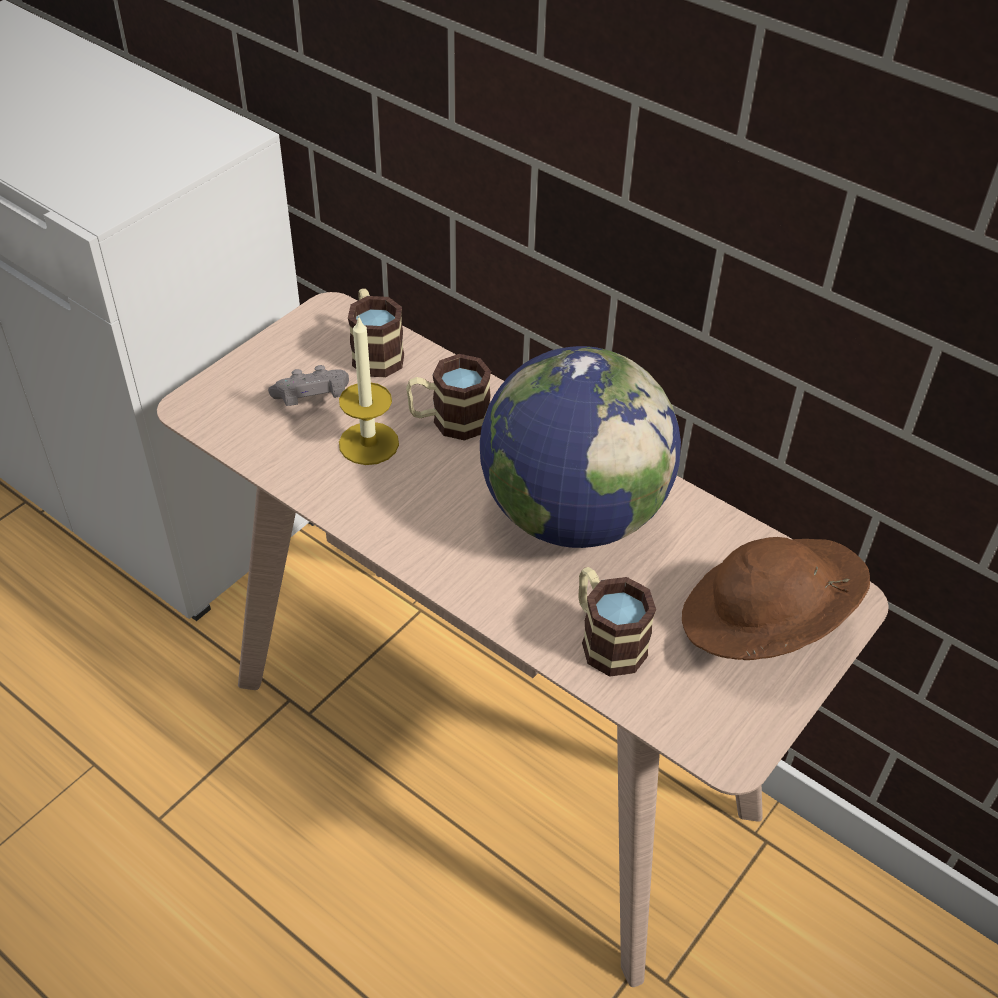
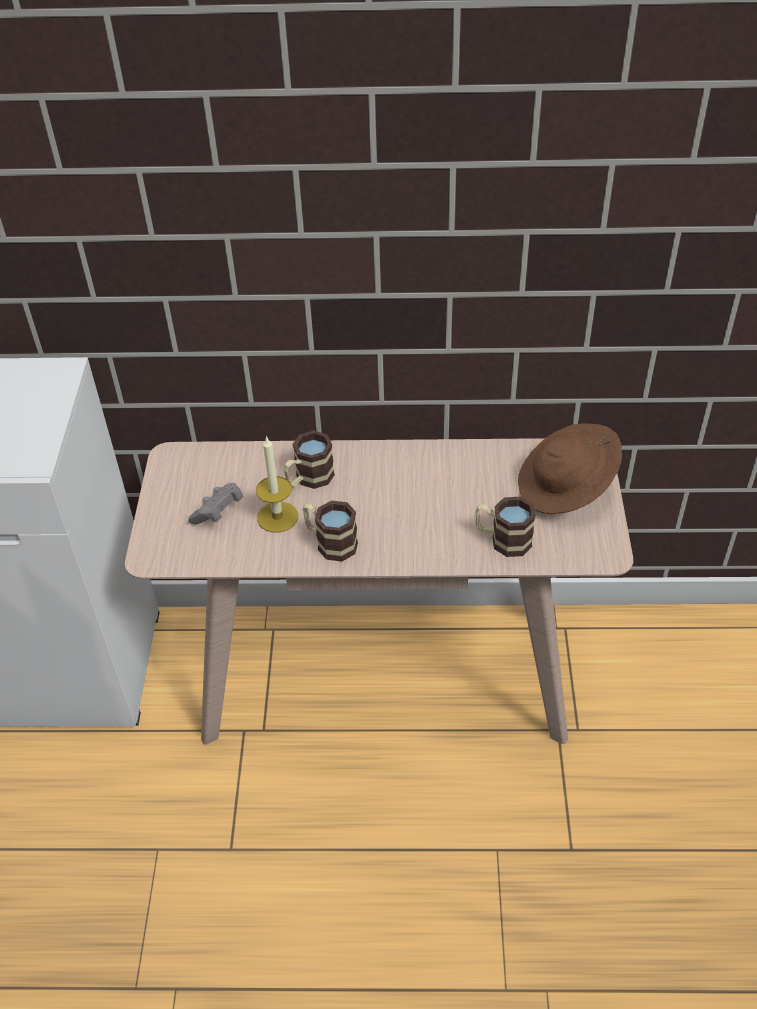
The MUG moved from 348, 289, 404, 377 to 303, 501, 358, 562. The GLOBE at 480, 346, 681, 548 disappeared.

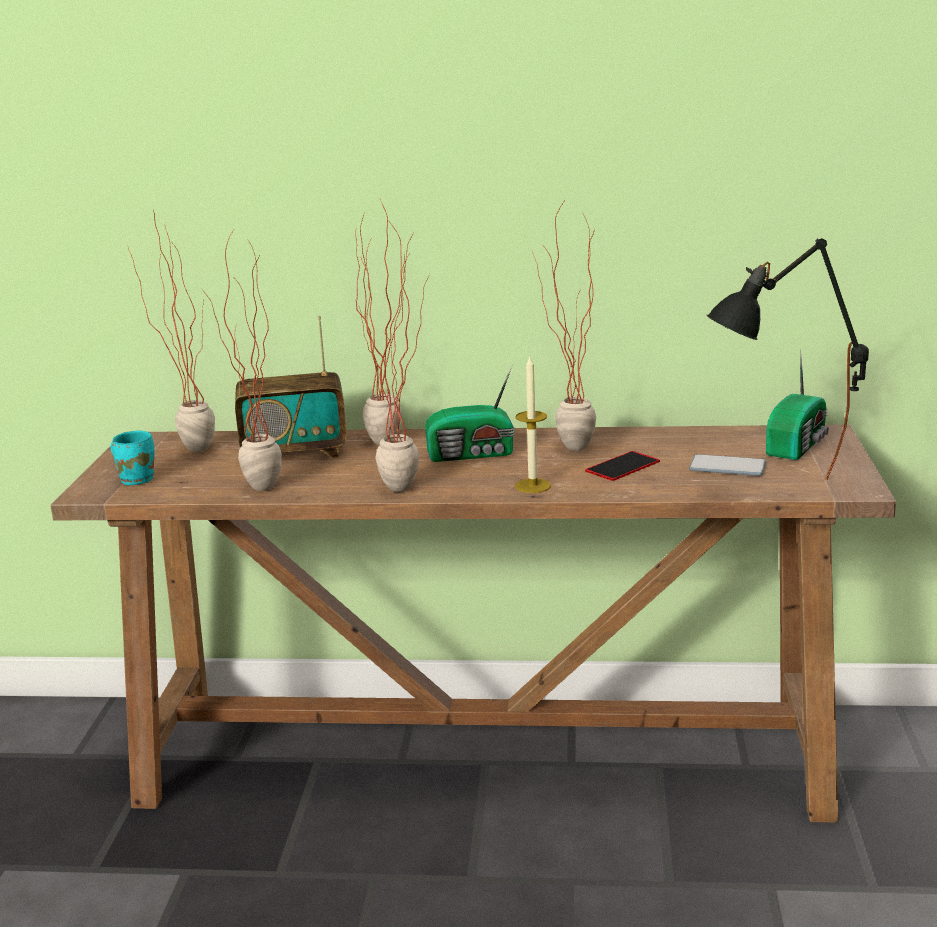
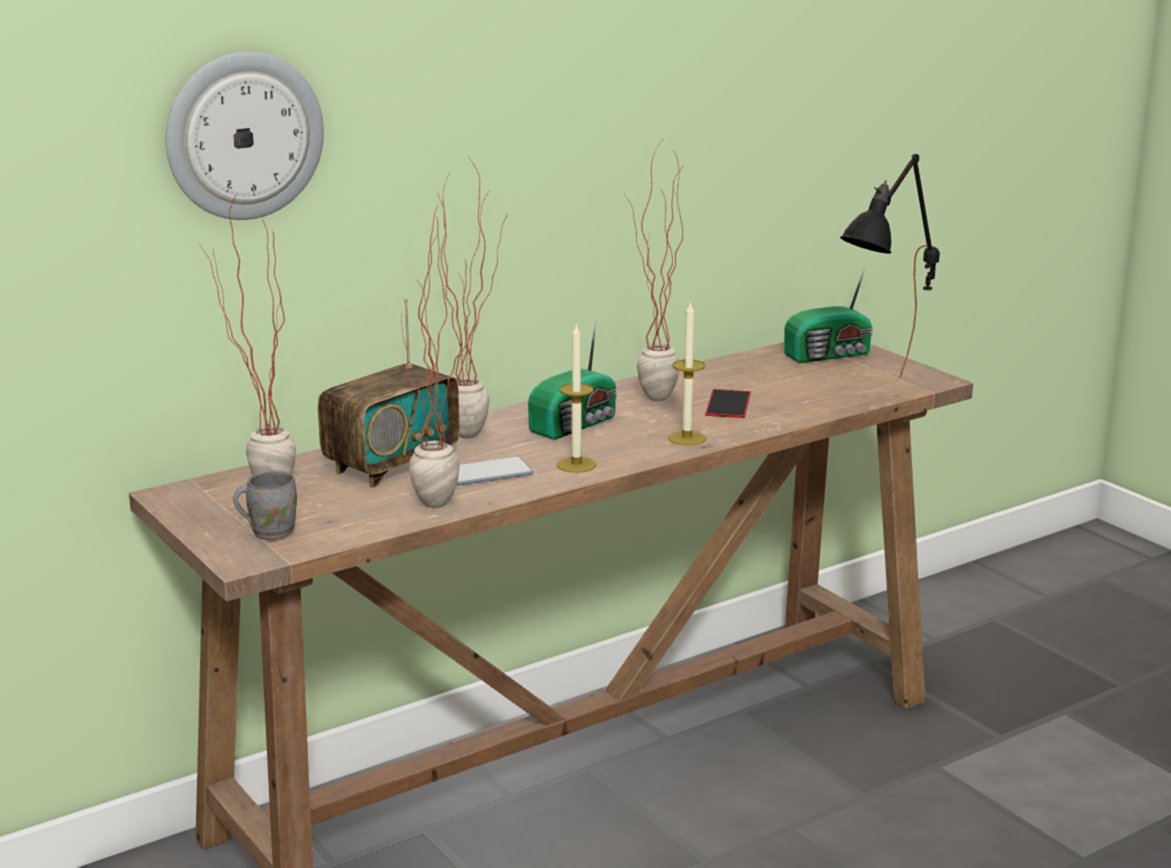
The TURQUOISE MUG at 110, 431, 155, 485 became the GREY MUG at 233, 470, 297, 540. The POTTED PLANT at 361, 223, 430, 492 was replaced by the CANDLE at 557, 323, 597, 473. The PHONE moved from 689, 454, 766, 476 to 456, 456, 533, 485. The RADIO at 766, 349, 829, 460 turned 75 degrees clockwise. The WALL CLOCK at 166, 52, 324, 220 appeared.

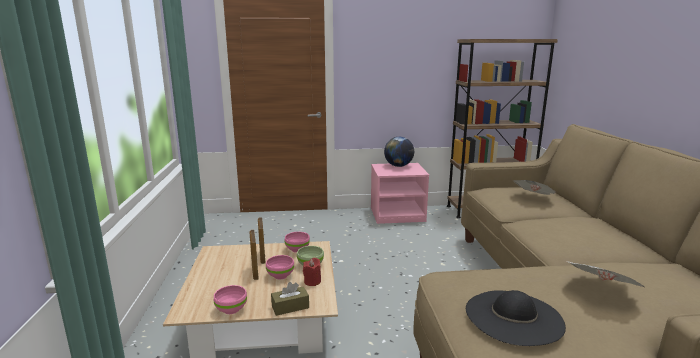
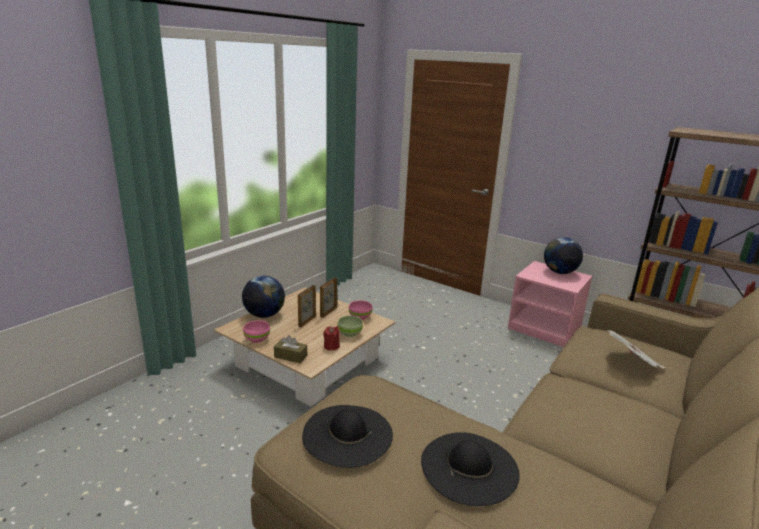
The PINK BOWL at 266, 255, 294, 280 disappeared. The NEWSPAPER at 567, 261, 645, 287 was replaced by the BLACK HAT at 421, 432, 520, 506. The GLOBE at 242, 276, 285, 318 appeared.

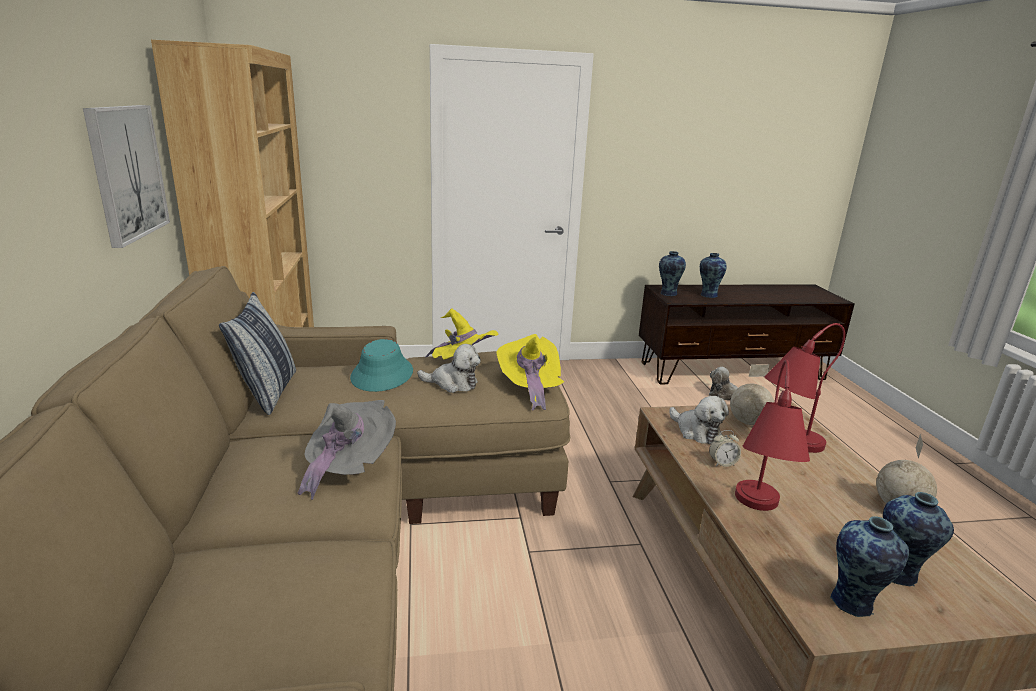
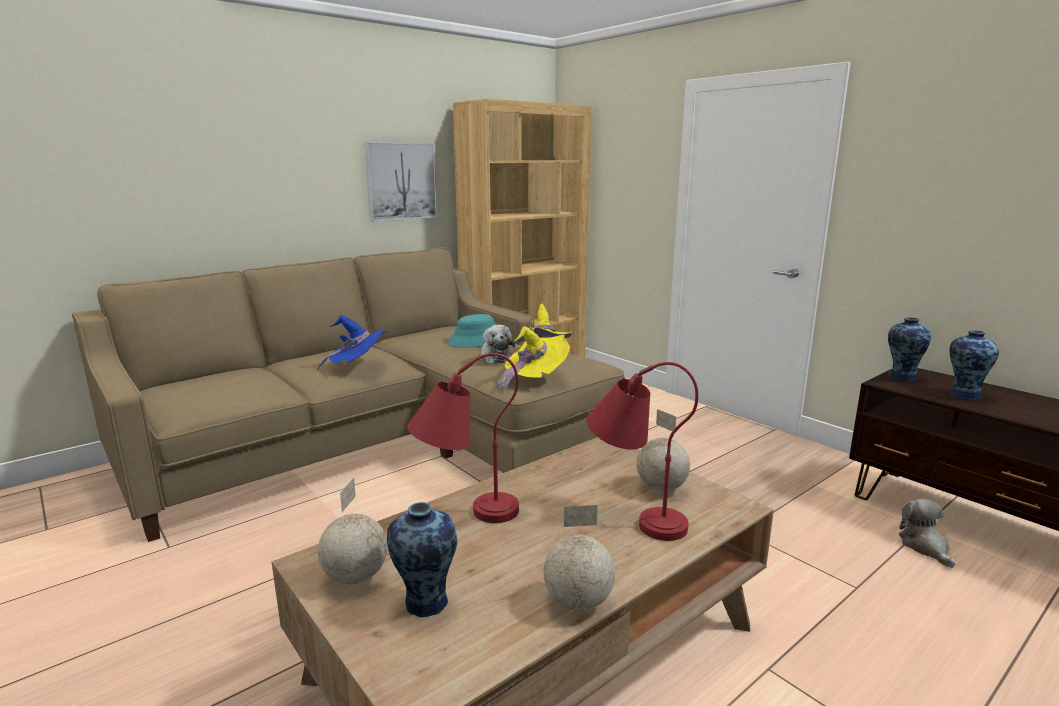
The PILLOW at 219, 292, 296, 415 disappeared. The GREY HAT at 298, 400, 396, 500 became the BLUE HAT at 317, 315, 387, 370. The PLUSH TOY at 669, 396, 729, 444 disappeared. The ALARM CLOCK at 709, 430, 741, 467 disappeared. The VASE at 830, 516, 909, 617 was replaced by the GLOBE at 318, 478, 388, 584.

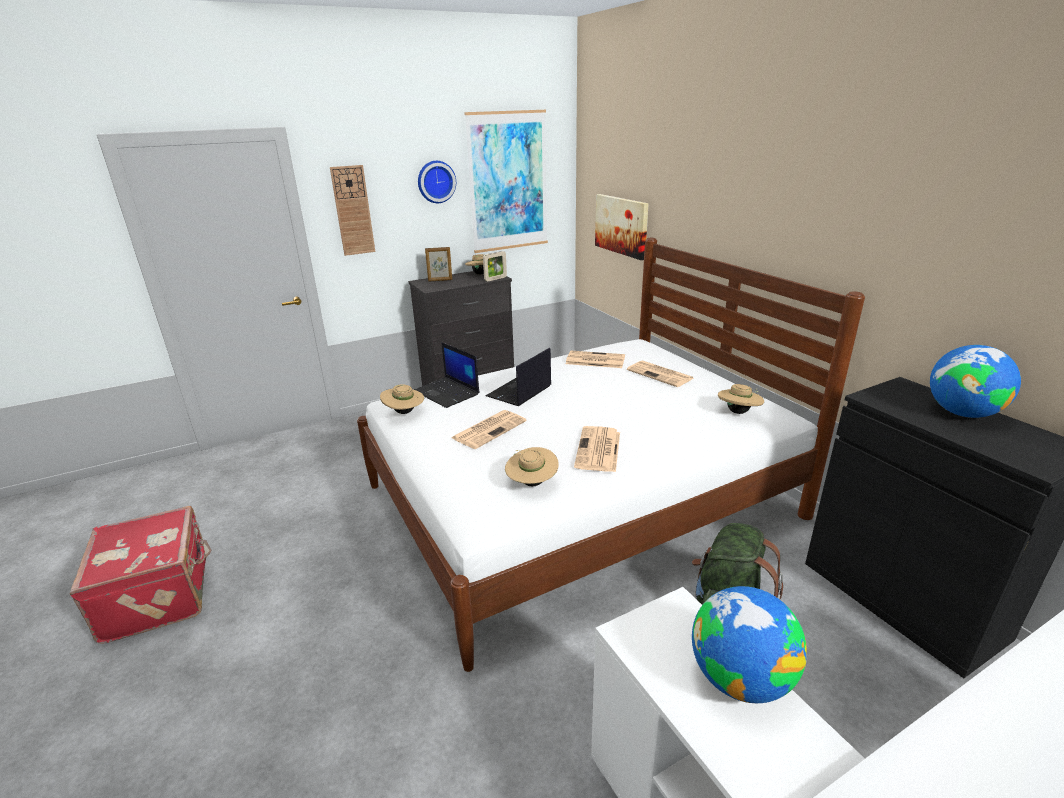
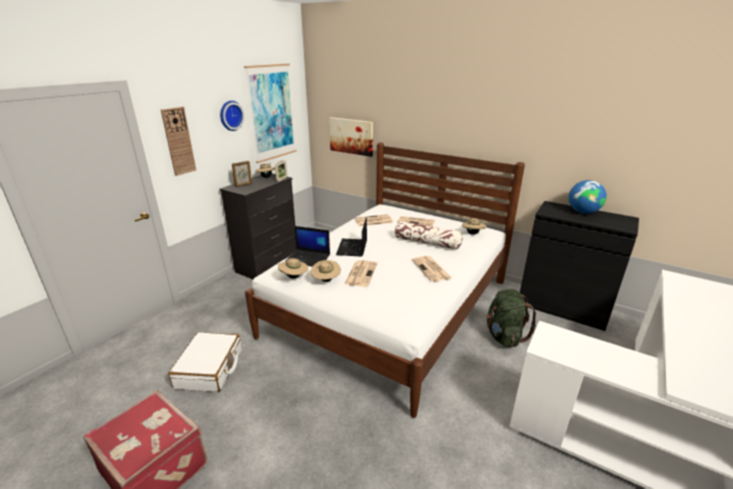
The BEIGE HAT moved from 505, 447, 559, 487 to 311, 260, 341, 282. The GLOBE at 692, 586, 807, 703 disappeared. The WHITE SUITCASE at 169, 332, 242, 392 appeared. The PILLOW at 395, 221, 462, 250 appeared.

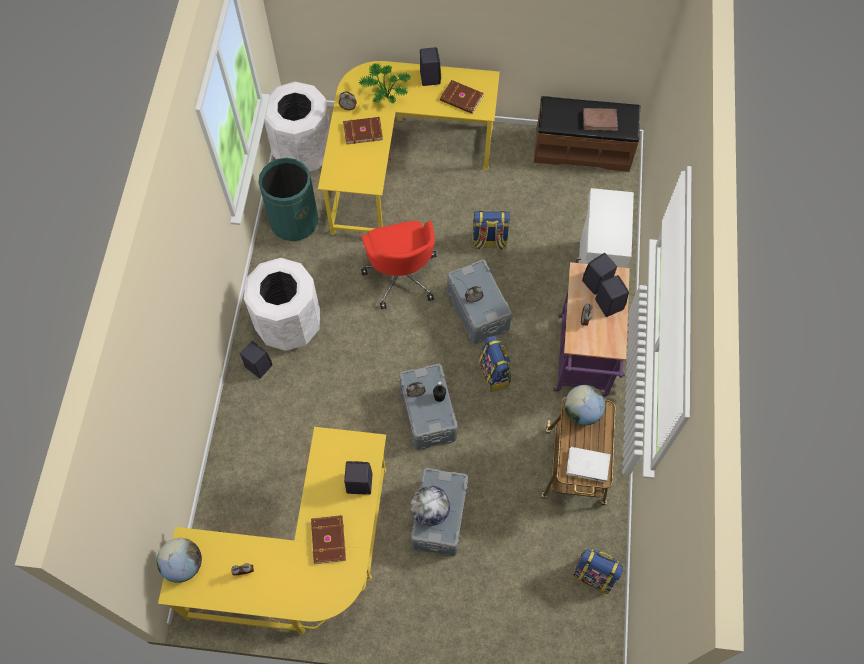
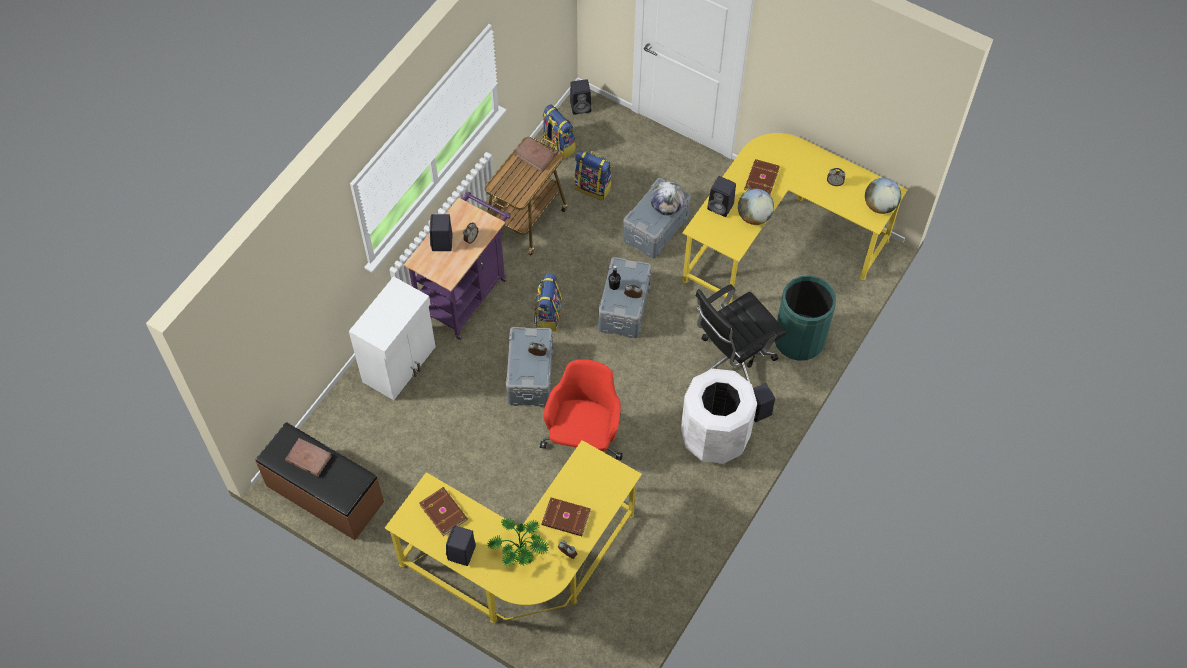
The GREEN TRASH CAN moved from 258, 158, 318, 241 to 775, 276, 836, 361. The WHITE TRASH CAN at 264, 81, 330, 172 disappeared. The BACKPACK moved from 472, 211, 510, 251 to 574, 150, 612, 200. The GLOBE moved from 564, 385, 605, 425 to 738, 189, 774, 225. The WHITE BOOK at 566, 447, 611, 482 became the BROWN BOOK at 514, 137, 556, 172. The BLACK SPEAKER moved from 582, 253, 617, 295 to 570, 79, 591, 115. The BLACK OFFICE CHAIR at 696, 284, 786, 382 appeared.

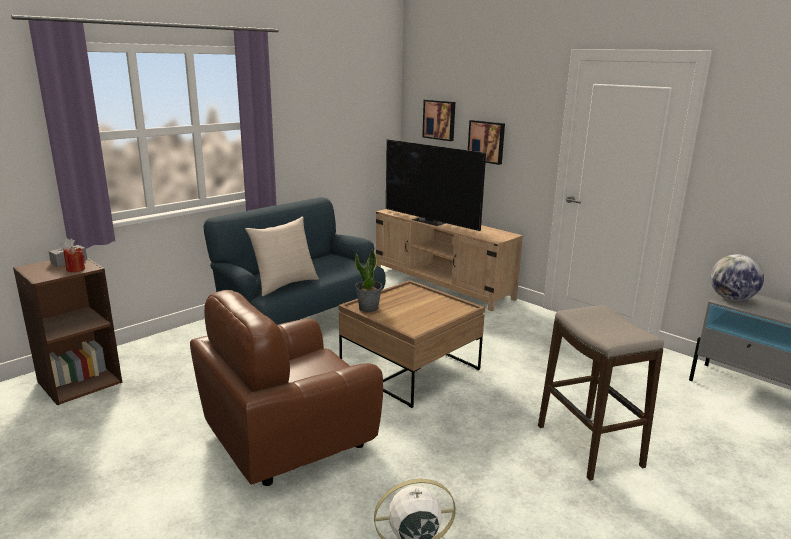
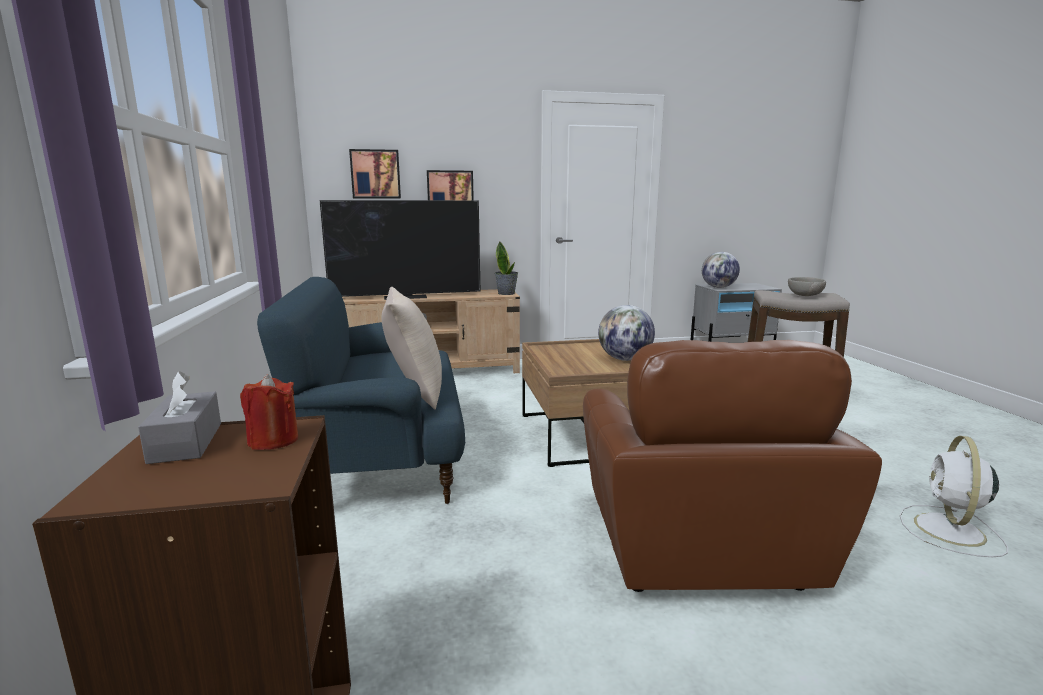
The POTTED PLANT moved from 355, 248, 383, 312 to 495, 242, 518, 295. The GLOBE at 598, 305, 655, 361 appeared. The GREY BOWL at 788, 277, 826, 296 appeared.

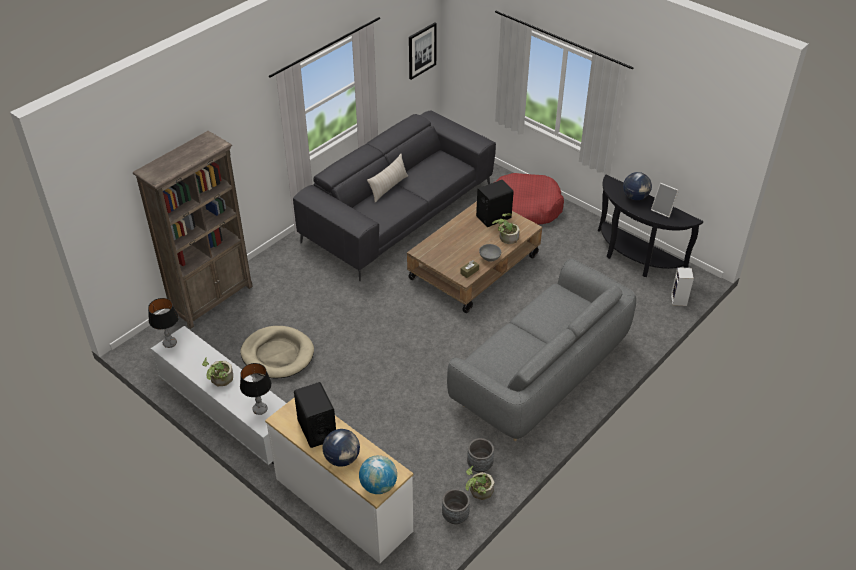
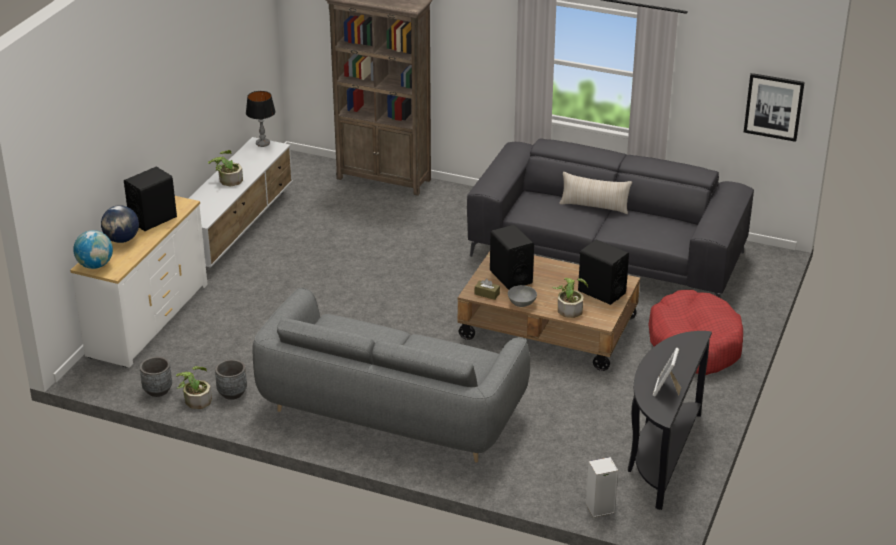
The BEIGE DOG BED at 240, 326, 314, 378 disappeared. The TABLE LAMP at 240, 363, 272, 415 disappeared. The GLOBE at 623, 172, 652, 200 disappeared. The BLACK SPEAKER at 490, 225, 534, 290 appeared.

